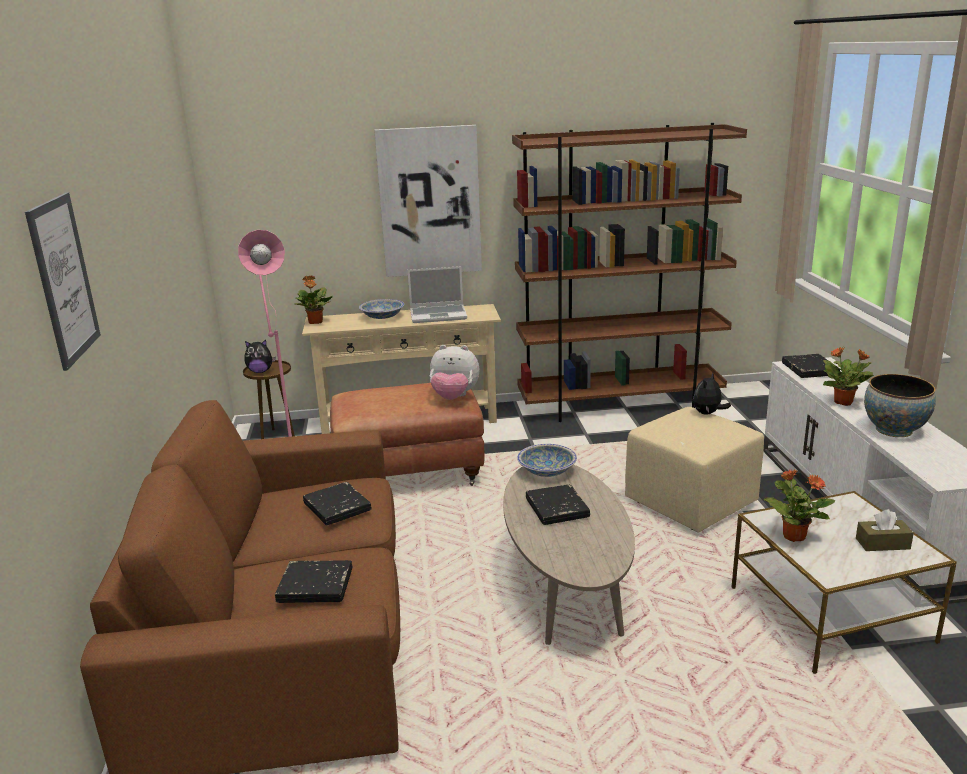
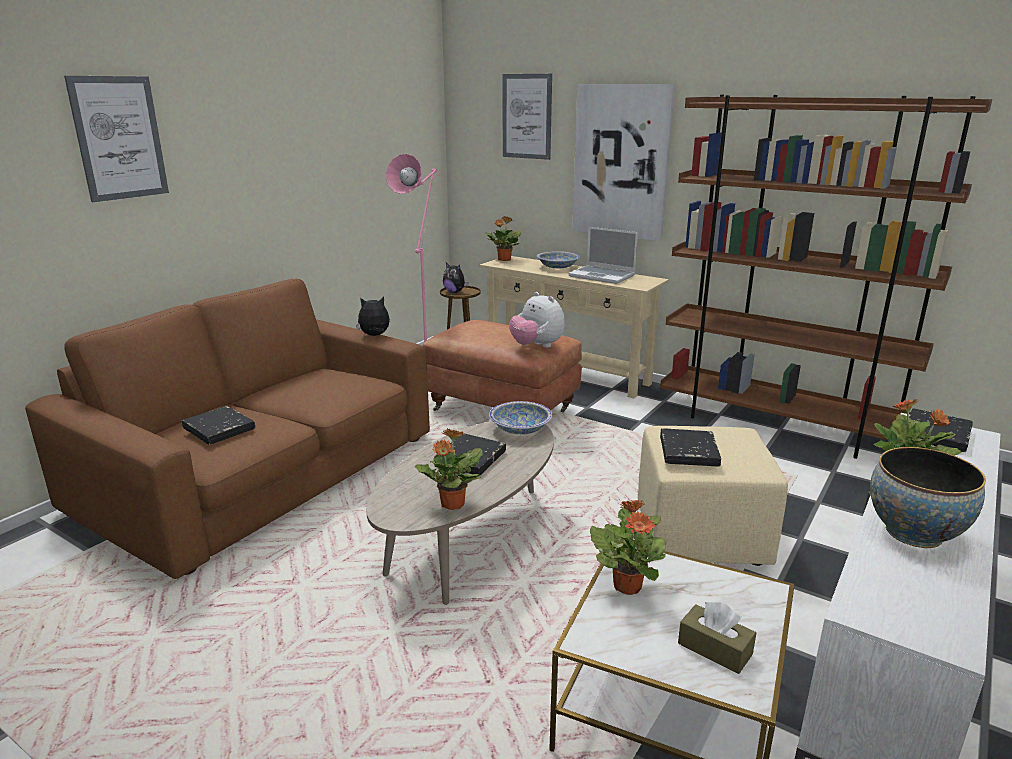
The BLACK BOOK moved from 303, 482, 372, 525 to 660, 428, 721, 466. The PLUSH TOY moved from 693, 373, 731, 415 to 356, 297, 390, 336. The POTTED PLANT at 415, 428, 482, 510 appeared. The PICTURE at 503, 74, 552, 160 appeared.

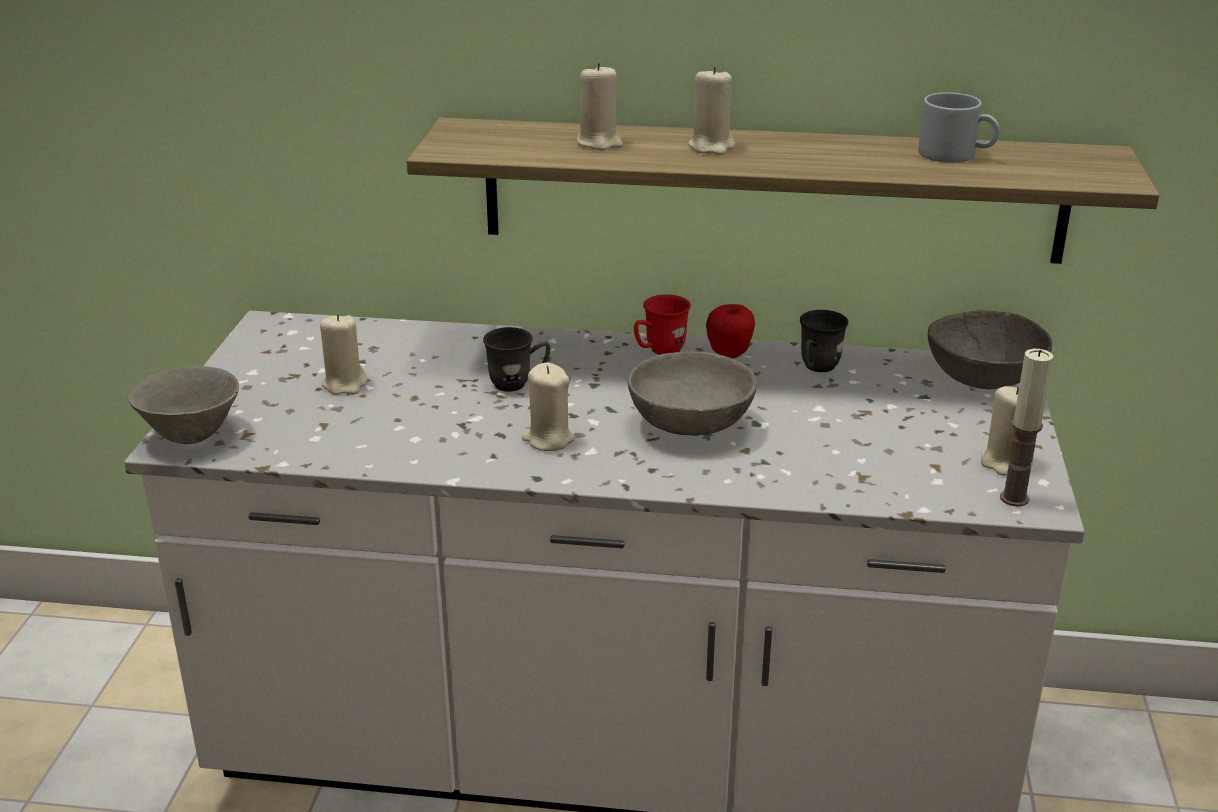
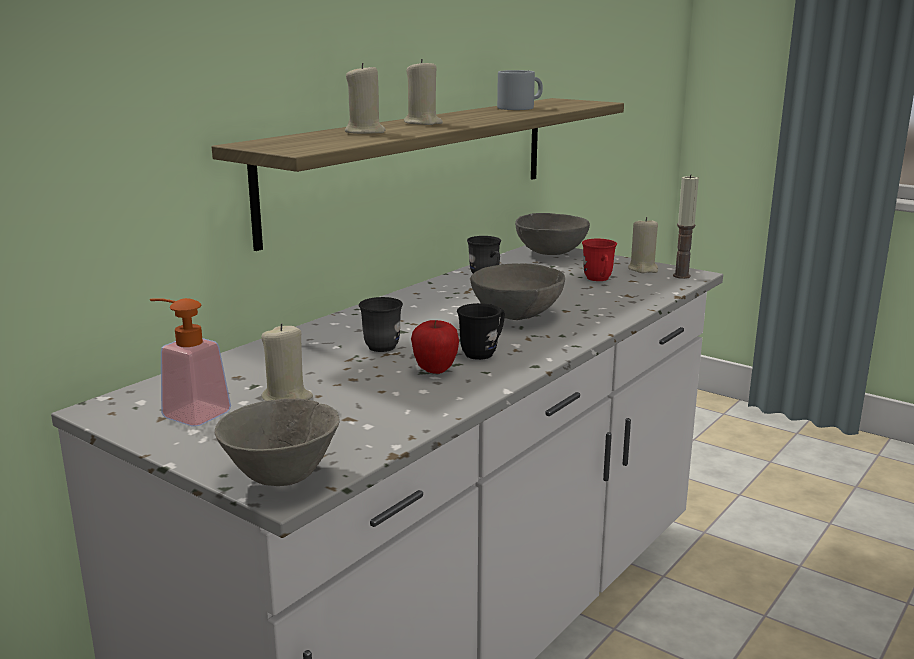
The BEIGE CANDLE at 522, 363, 575, 451 was replaced by the BLACK MUG at 457, 303, 505, 360. The RED MUG moved from 634, 295, 691, 355 to 582, 239, 617, 281. The APPLE moved from 706, 304, 755, 359 to 411, 320, 459, 374. The SOAP DISPENSER at 150, 298, 231, 426 appeared.

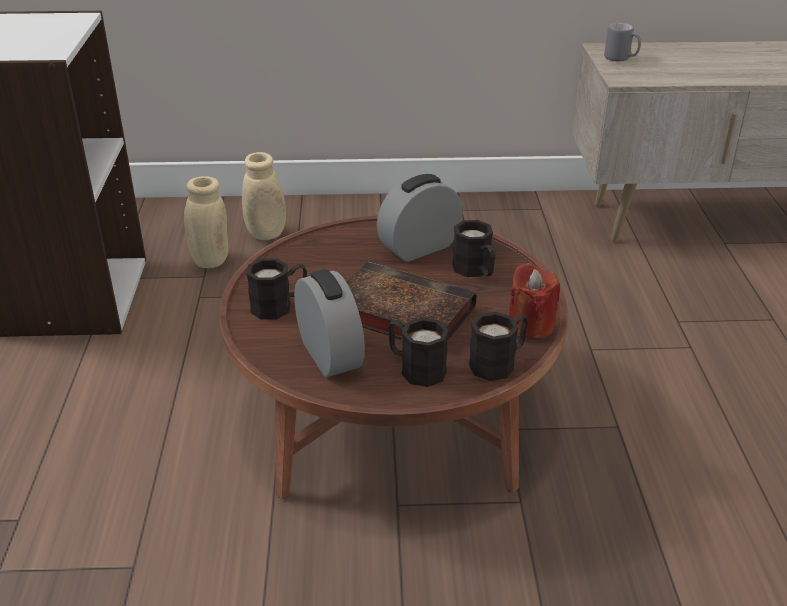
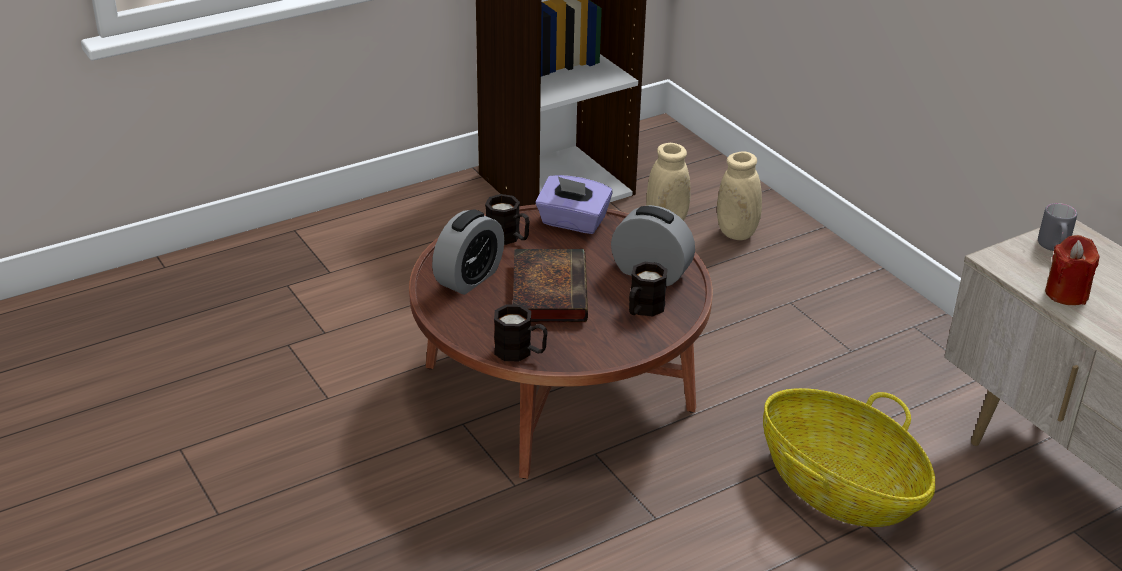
The BLACK MUG at 388, 318, 449, 387 disappeared. The RED CANDLE moved from 509, 263, 560, 339 to 1045, 235, 1099, 305. The PURPLE TISSUE BOX at 535, 175, 613, 234 appeared. The BASKET at 763, 388, 935, 527 appeared.

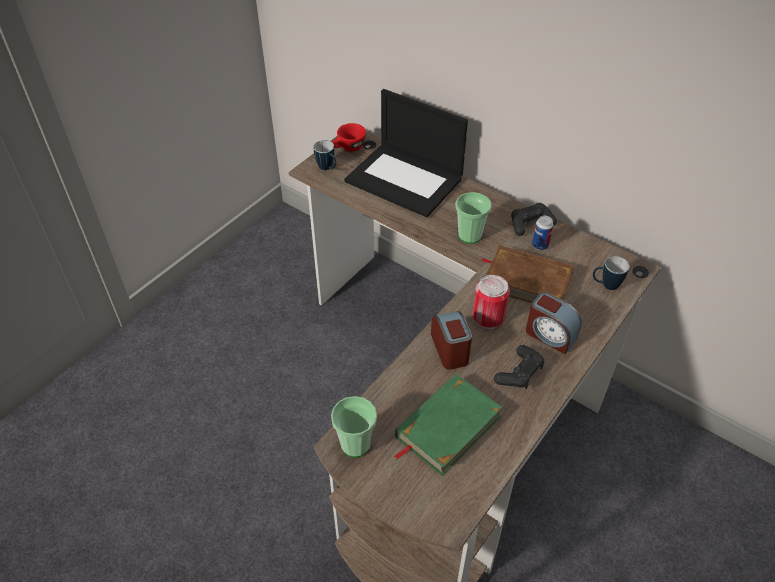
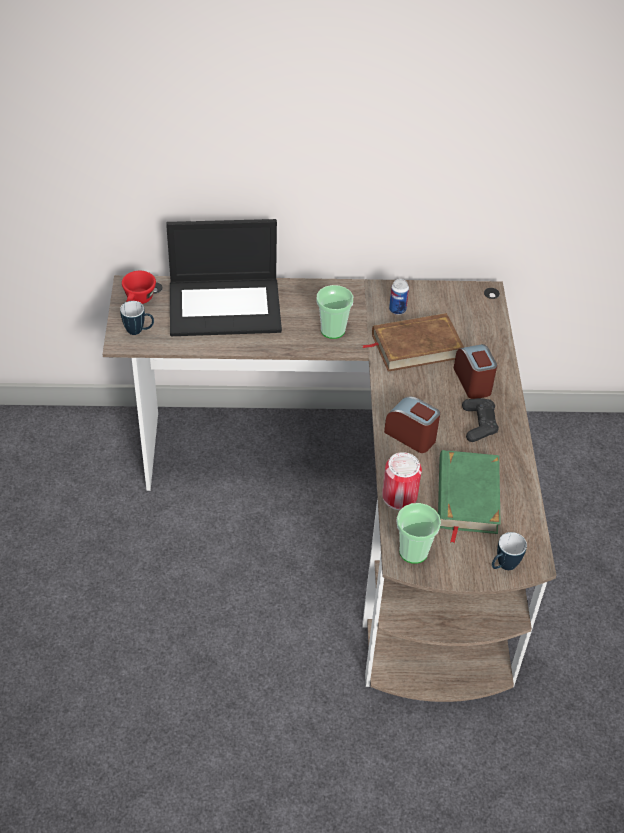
The CAN moved from 473, 275, 510, 329 to 382, 452, 422, 510. The BLACK GAME CONTROLLER at 511, 203, 557, 236 disappeared. The ALARM CLOCK at 526, 292, 582, 354 turned 105 degrees counterclockwise. The MUG moved from 593, 256, 630, 290 to 492, 532, 527, 570.

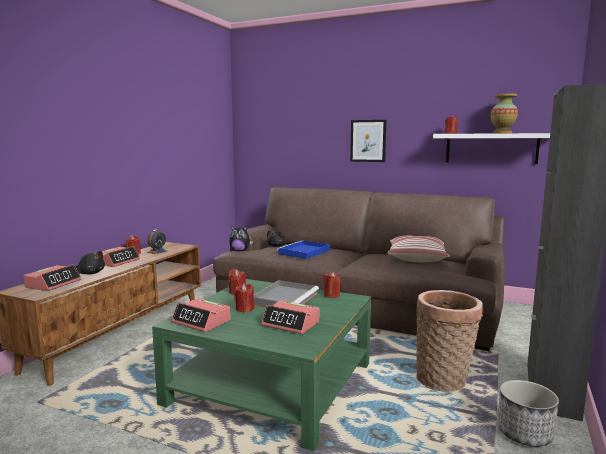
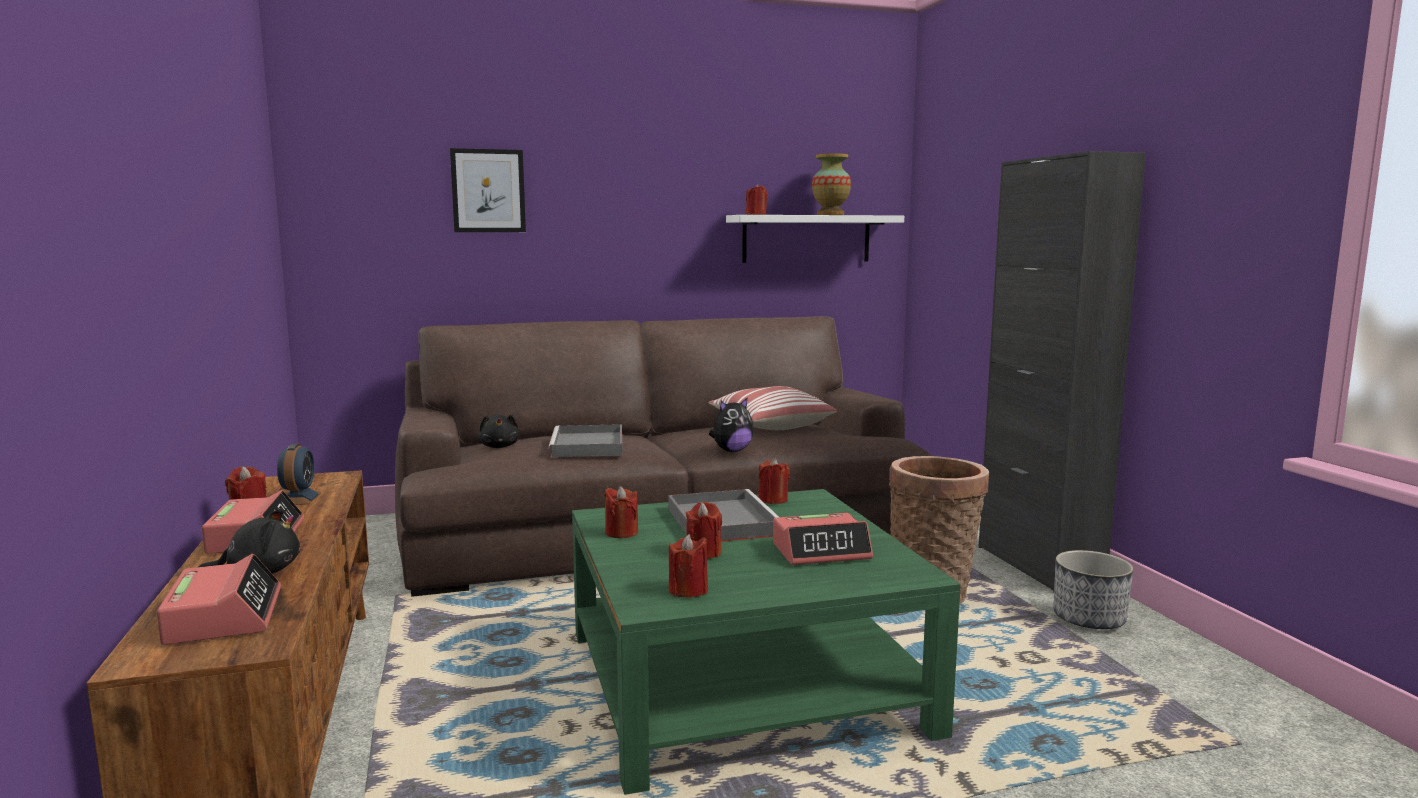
The ALARM CLOCK at 171, 298, 230, 332 was replaced by the RED CANDLE at 669, 534, 708, 597. The PLUSH TOY moved from 229, 226, 253, 251 to 709, 397, 754, 452. The BLUE TRAY at 277, 240, 330, 259 became the GREY TRAY at 548, 424, 623, 457. The PICTURE moved from 350, 120, 387, 162 to 450, 148, 526, 232.

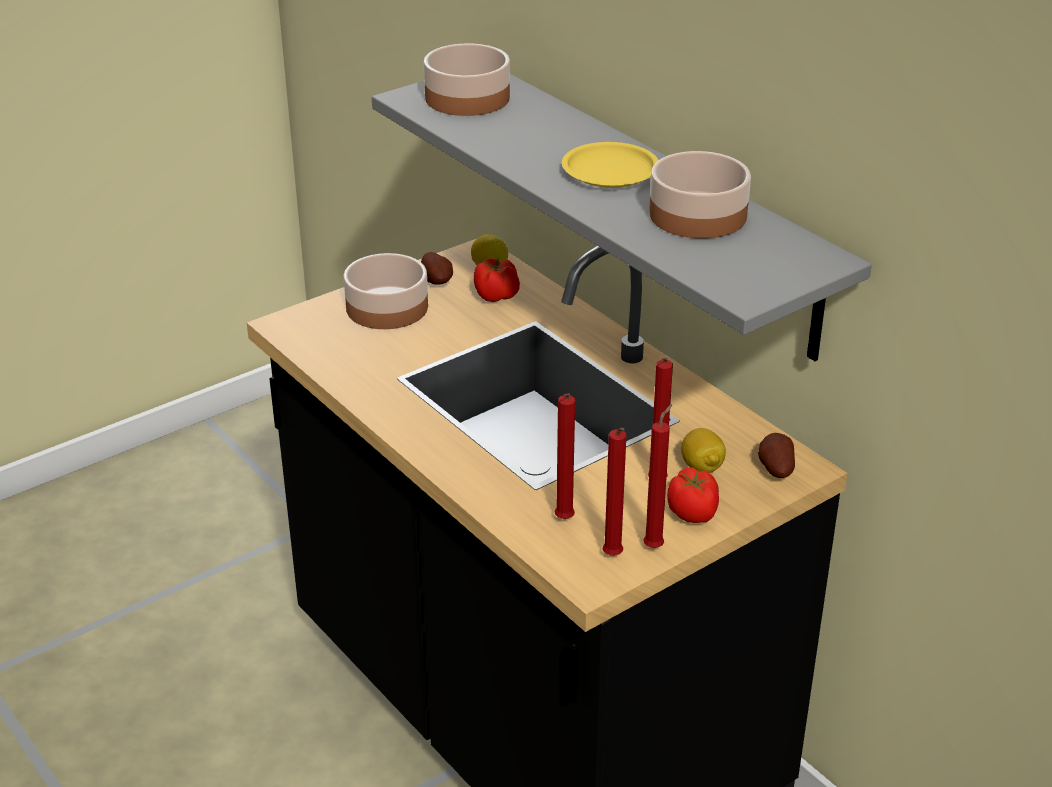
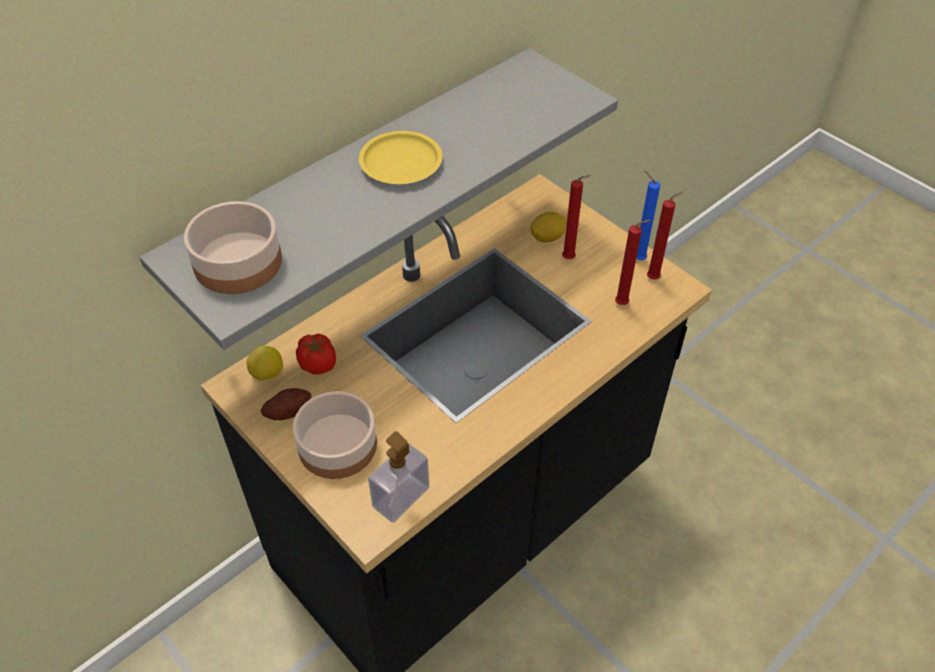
The RED CANDLE at 643, 404, 672, 548 became the BLUE CANDLE at 636, 171, 661, 260. The BOWL at 649, 151, 751, 238 disappeared. The TOMATO at 667, 467, 719, 523 disappeared. The POTATO at 758, 433, 795, 478 disappeared. The SOAP DISPENSER at 368, 431, 429, 523 appeared.

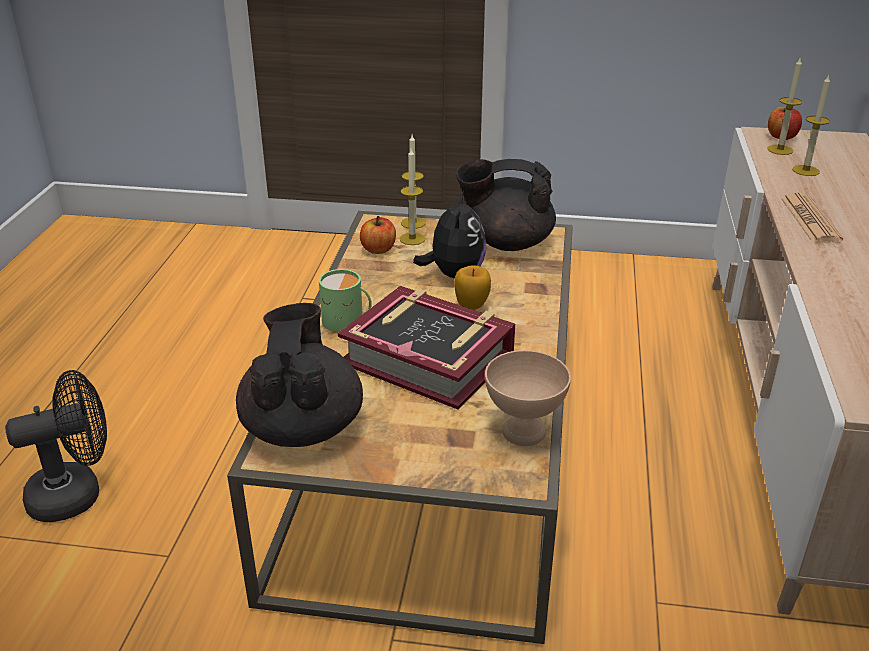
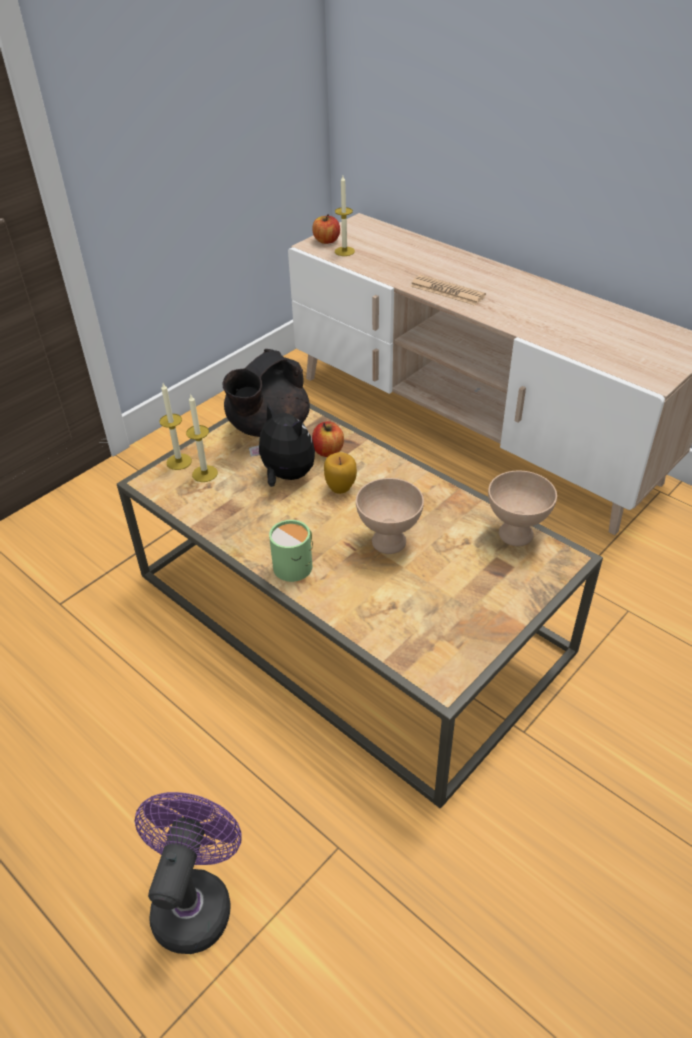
The BLACK FAN at 5, 370, 107, 522 became the PURPLE FAN at 135, 792, 242, 954. The BLACK TEAPOT at 236, 303, 363, 447 disappeared. The BOOK at 338, 286, 515, 410 was replaced by the BEIGE BOWL at 356, 478, 424, 554. The APPLE moved from 360, 216, 396, 254 to 312, 421, 344, 457. The CANDLE at 792, 75, 830, 176 disappeared.

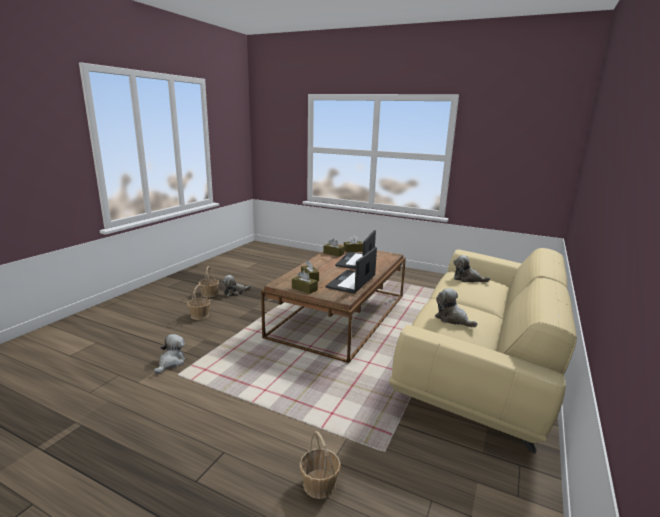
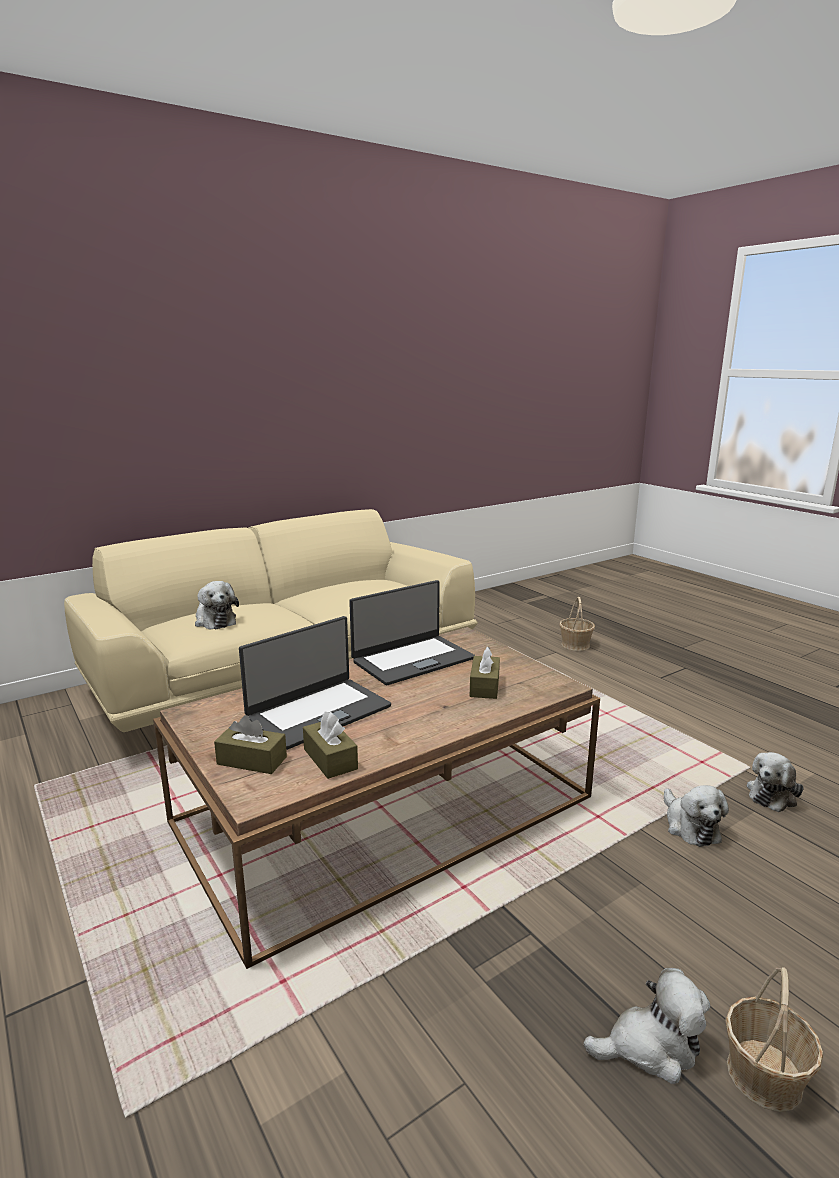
The BASKET at 187, 284, 211, 320 disappeared. The BROWN TISSUE BOX at 292, 270, 318, 294 disappeared. The PLUSH TOY moved from 435, 288, 477, 327 to 664, 785, 729, 847.

